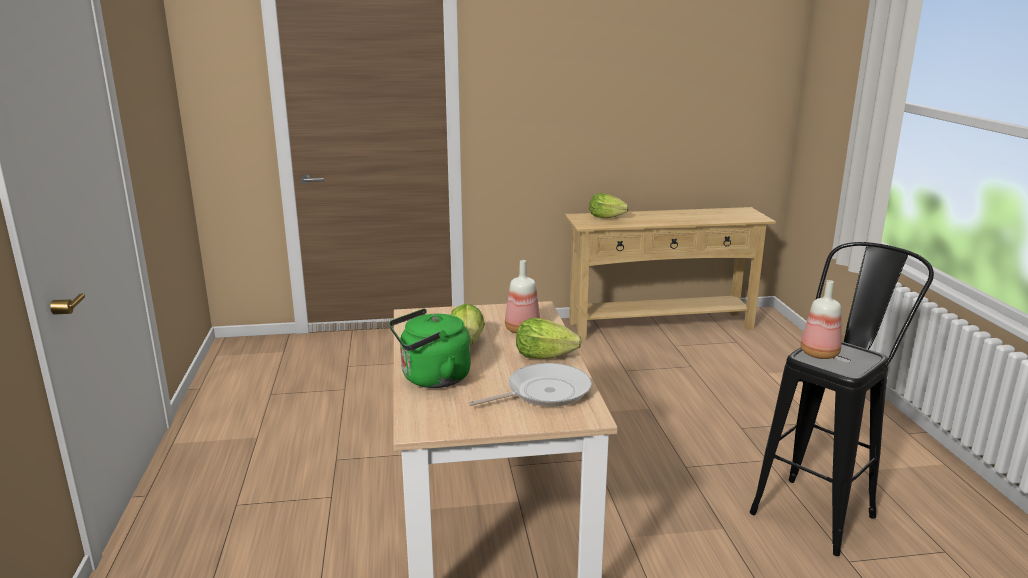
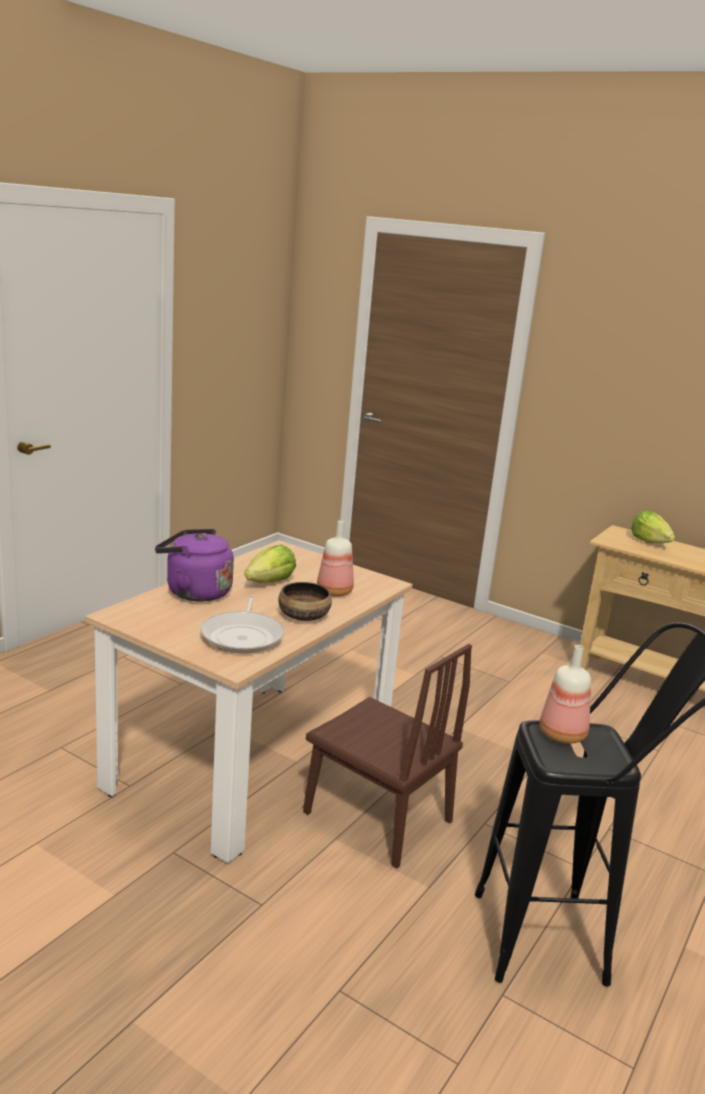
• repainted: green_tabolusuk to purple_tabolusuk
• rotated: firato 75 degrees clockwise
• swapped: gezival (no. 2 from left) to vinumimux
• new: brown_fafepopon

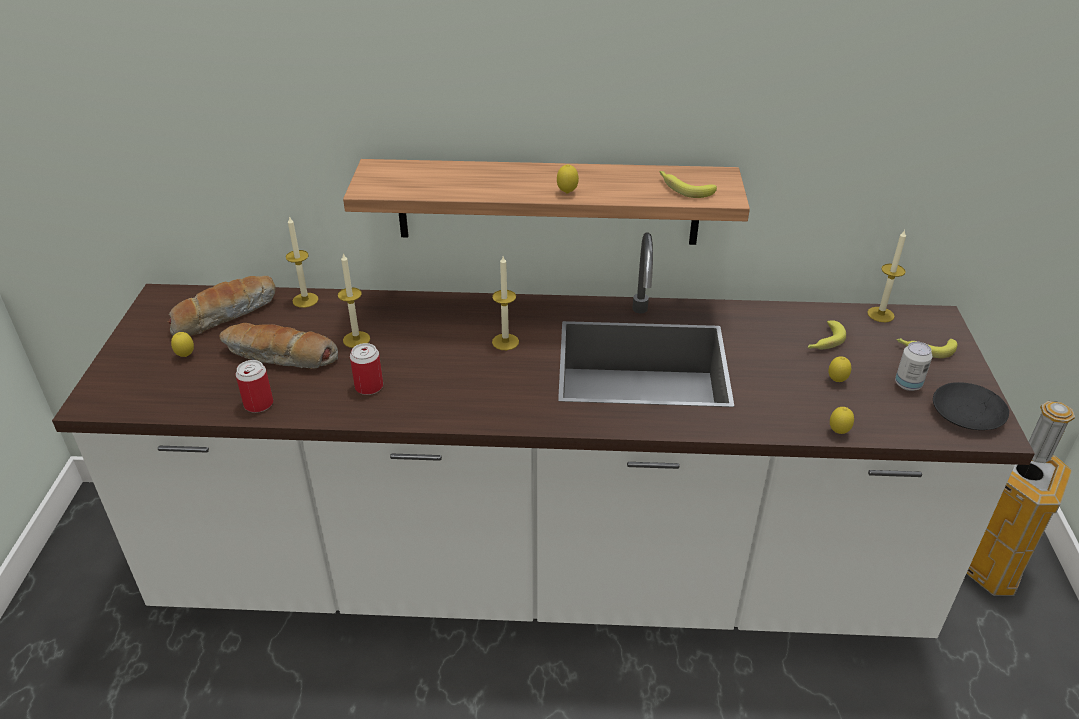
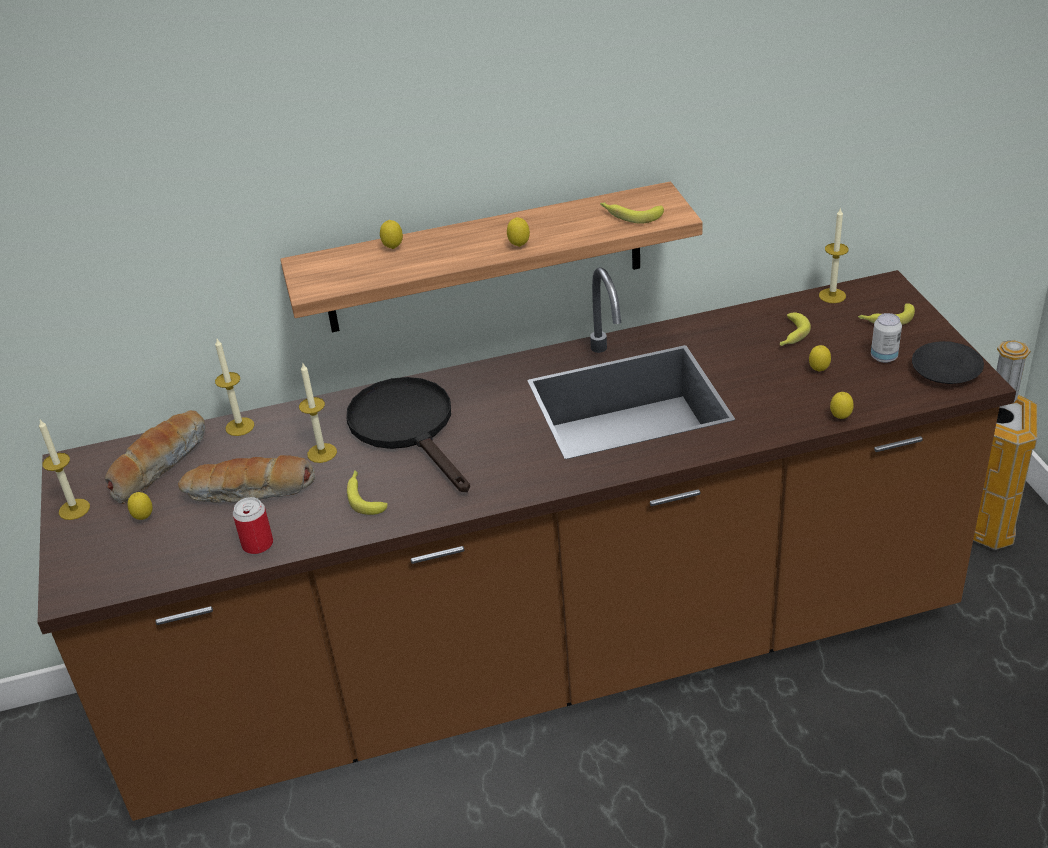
• repainted: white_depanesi to brown_depanesi
• swapped: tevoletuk (no. 2 from left) to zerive (no. 1 from left)
• shifted: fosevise (no. 3 from left in the first image) to fosevise (no. 1 from left)
• new: black_firato
• new: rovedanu (no. 2 from left)

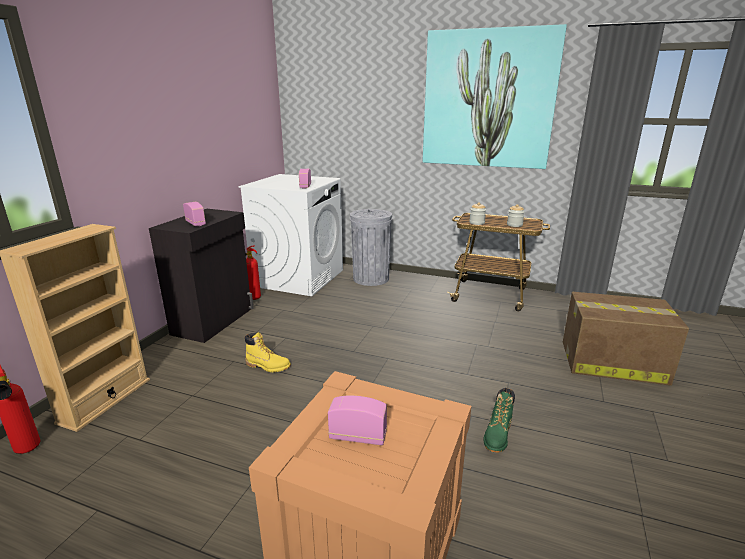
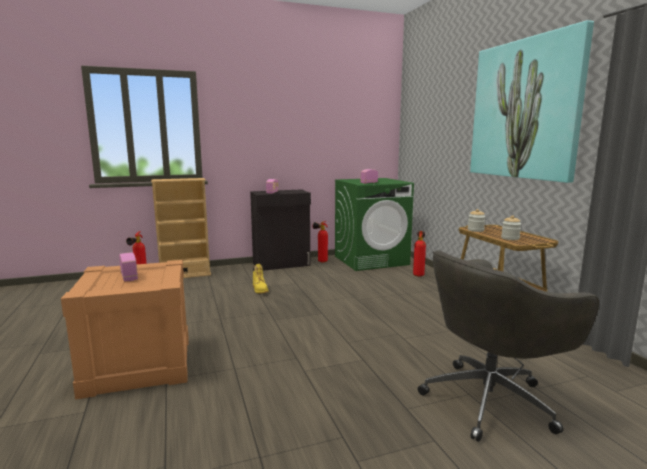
• repainted: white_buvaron to green_buvaron
• swapped: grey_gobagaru to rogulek (no. 3 from left)
• gone: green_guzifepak
• swapped: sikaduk to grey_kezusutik

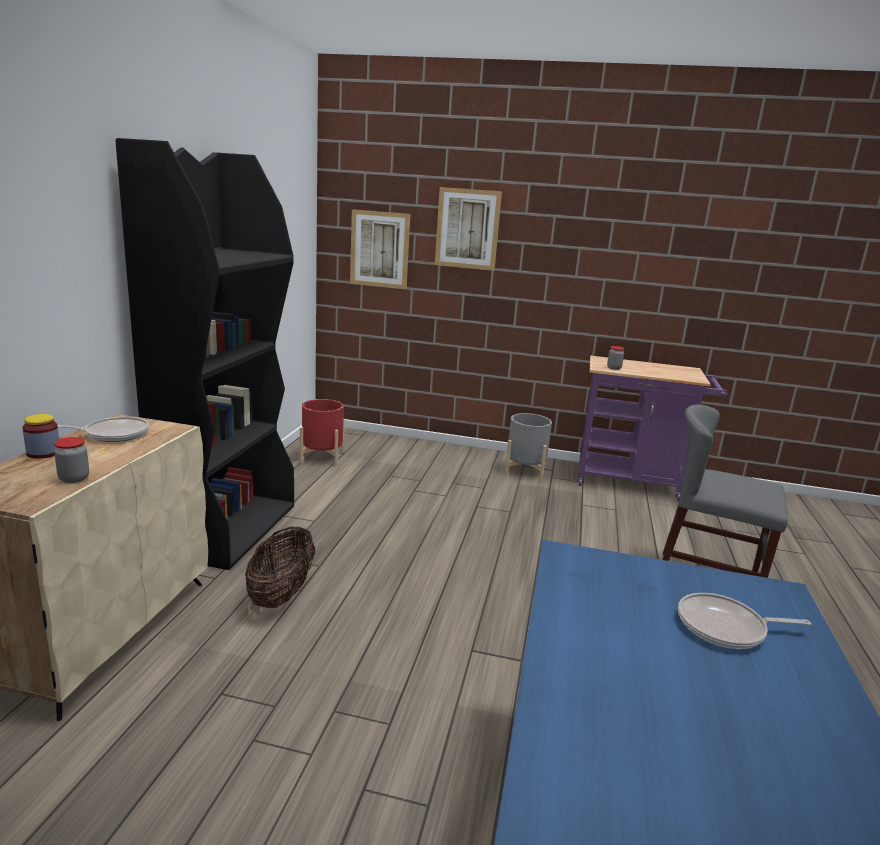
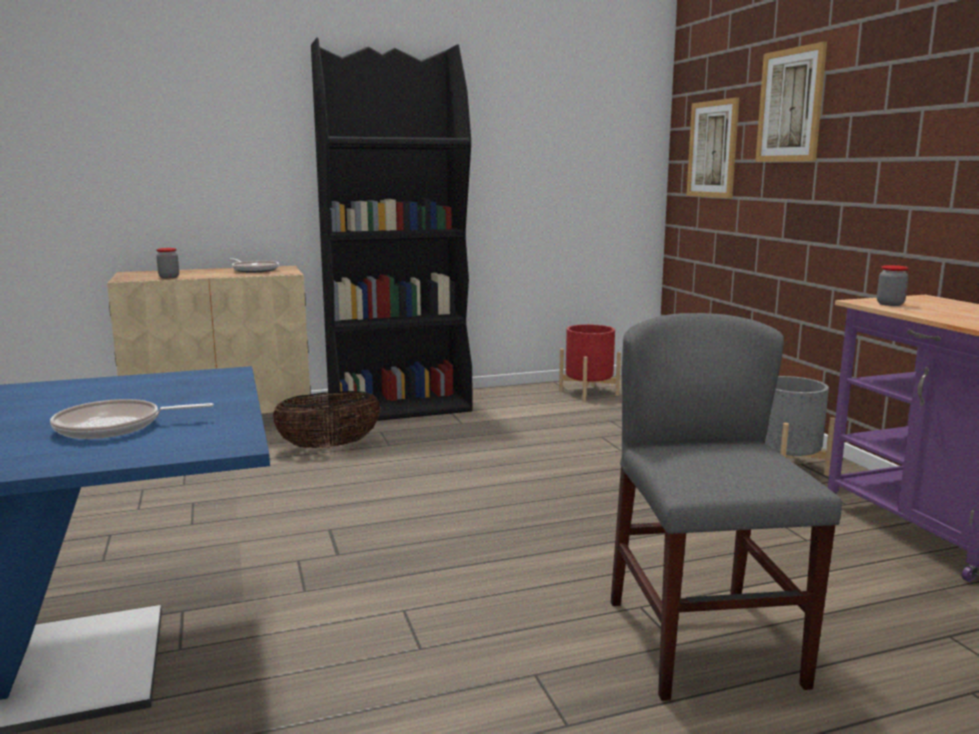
• gone: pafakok (no. 1 from left)
• rotated: firato (no. 2 from left in the first image) 75 degrees counterclockwise

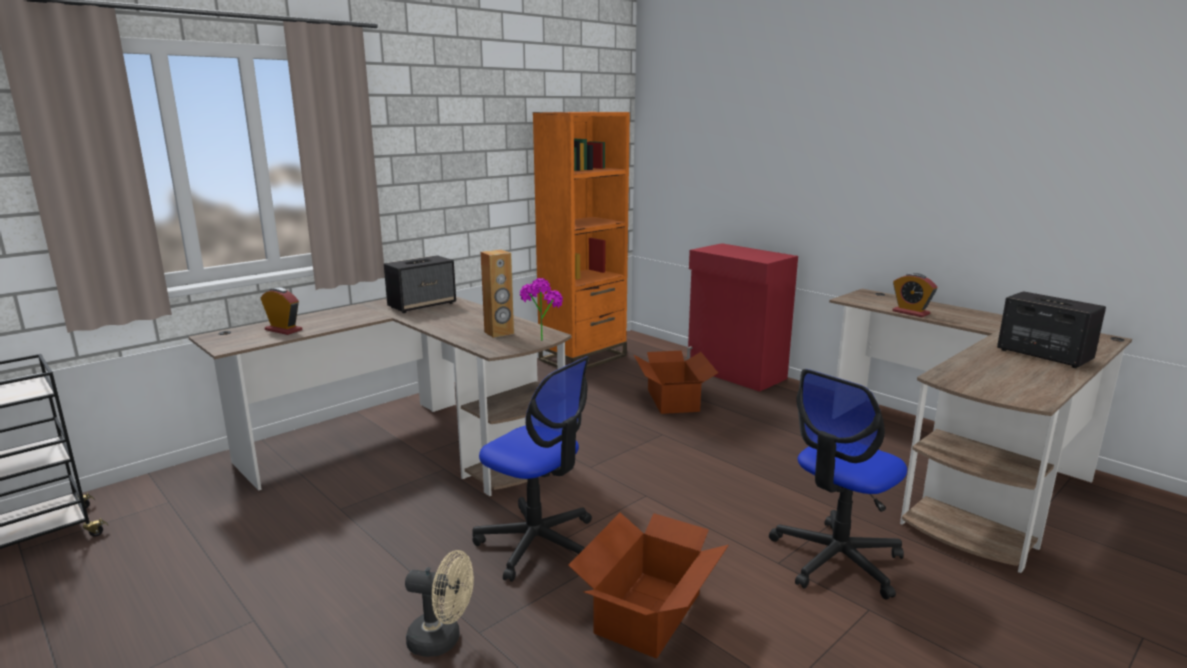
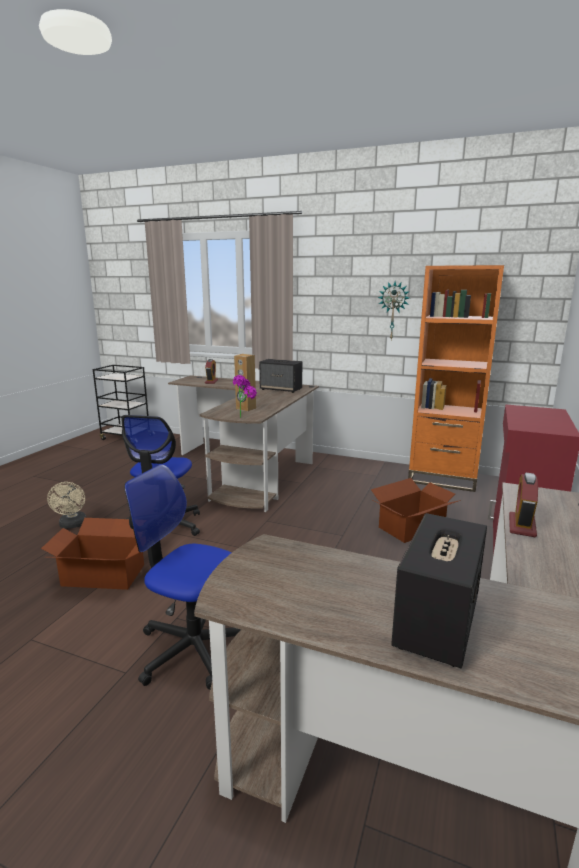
• new: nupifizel

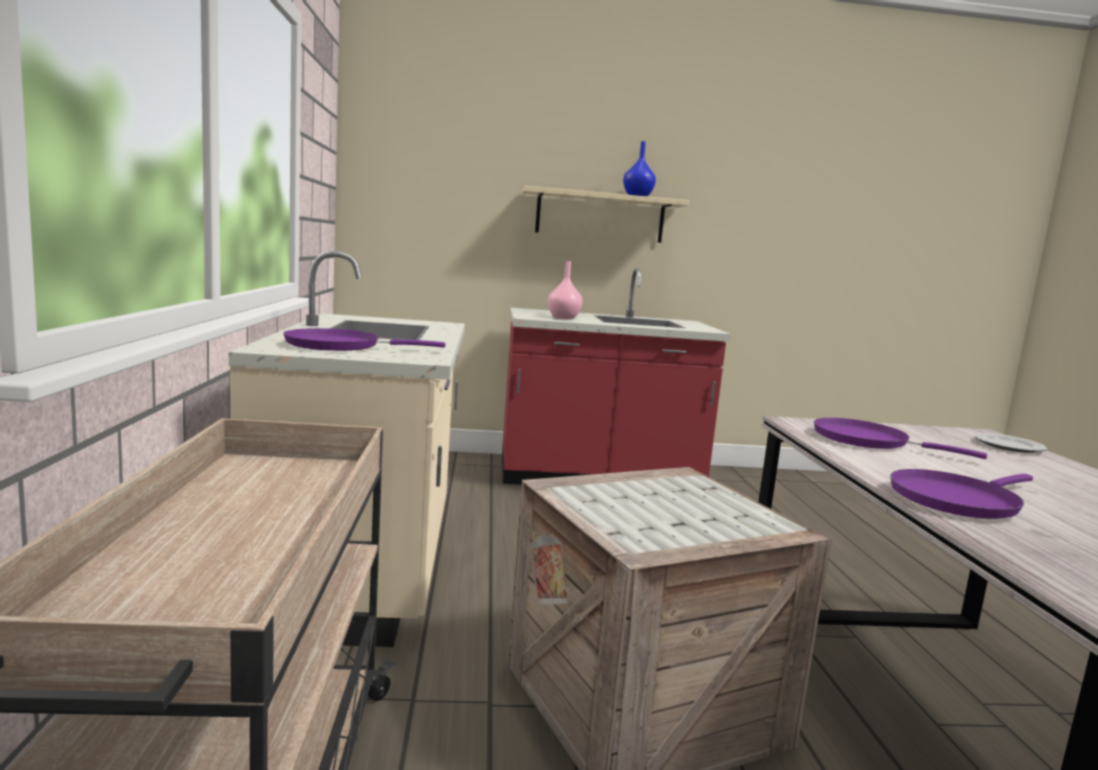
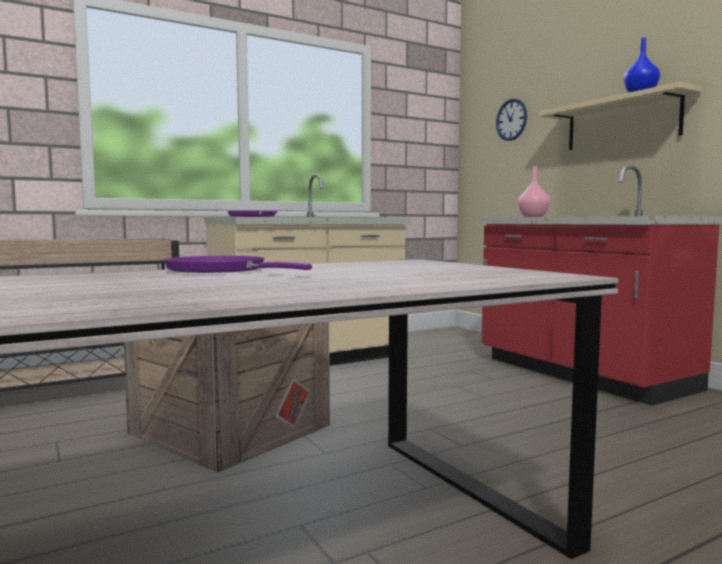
• gone: purple_firato (no. 2 from left)
• gone: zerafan
• new: nupifizel

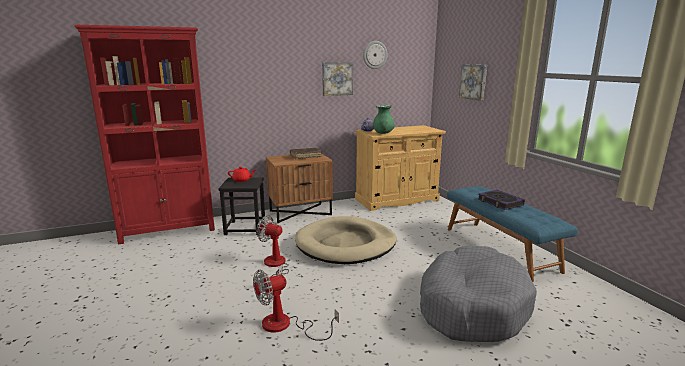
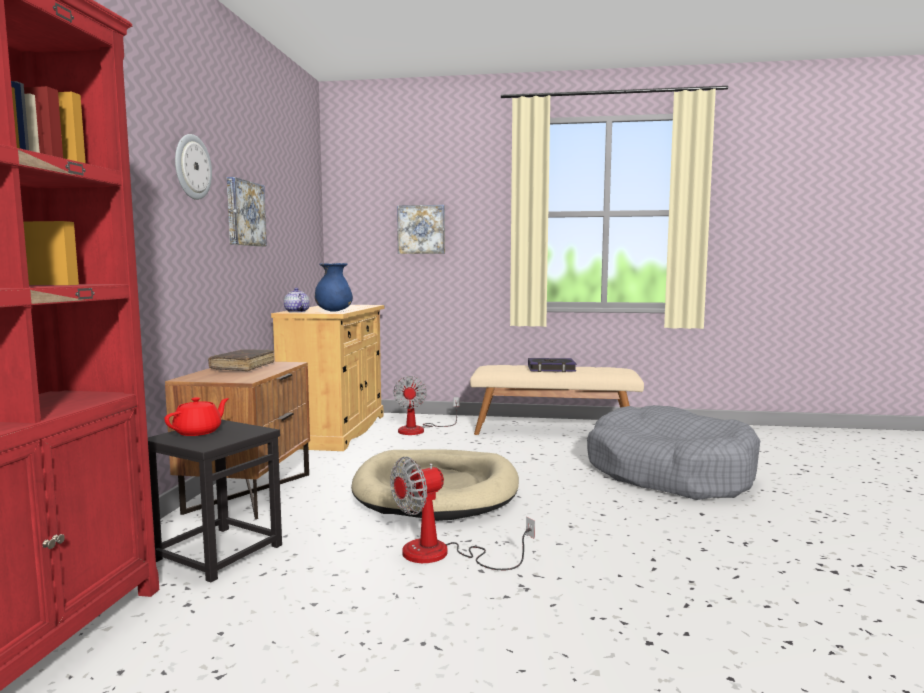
• shifted: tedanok (no. 2 from left in the first image) to tedanok (no. 1 from left)
• shifted: nupifizel
• repainted: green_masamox to blue_masamox
• repainted: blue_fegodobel to beige_fegodobel

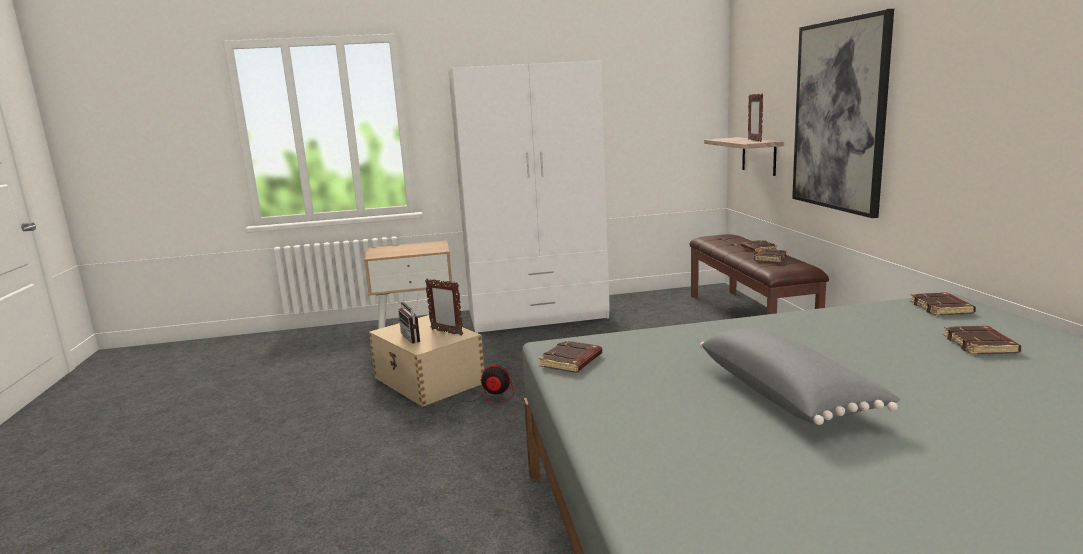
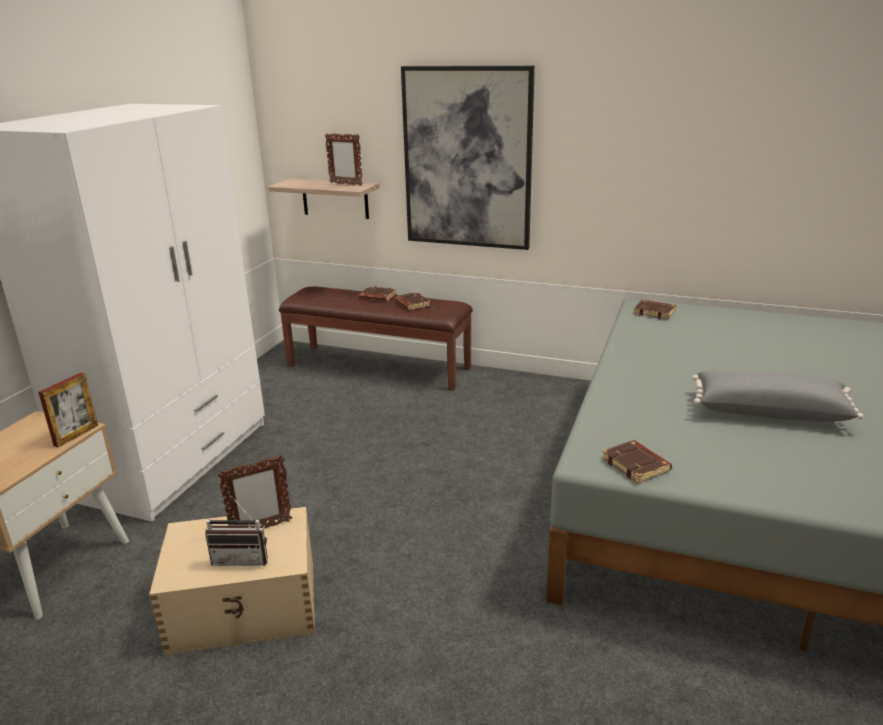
• gone: tedanok
• gone: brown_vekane (no. 5 from left)
• new: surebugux (no. 1 from left)

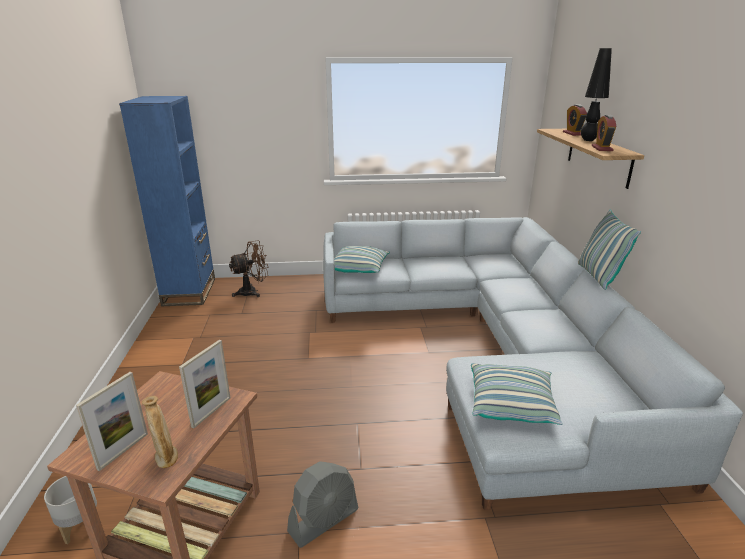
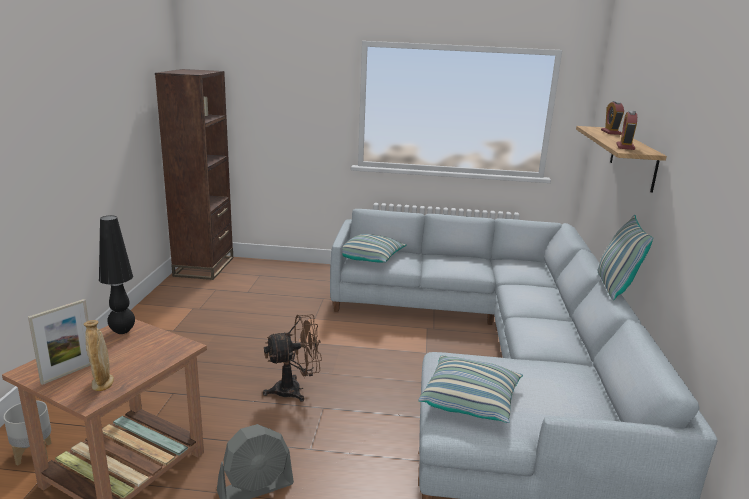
• repainted: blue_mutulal to brown_mutulal
• gone: surebugux (no. 2 from left)
• shifted: brown_tedanok
• shifted: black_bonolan

